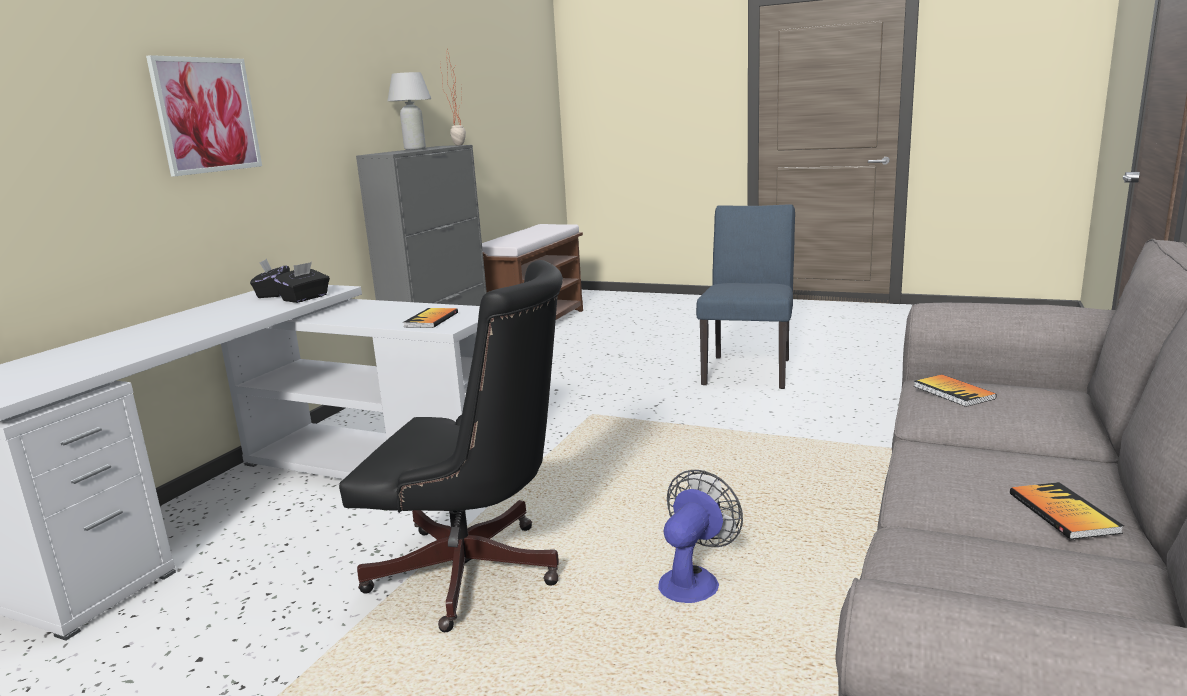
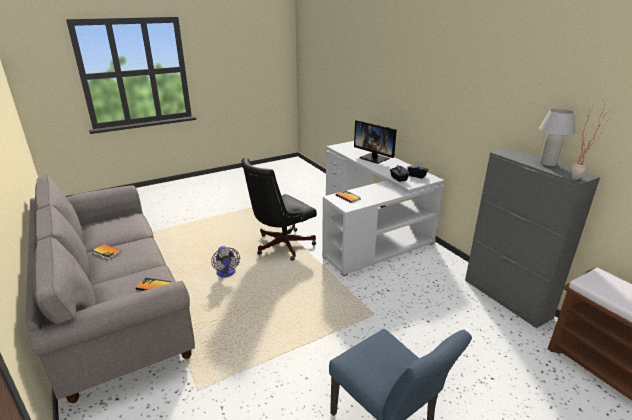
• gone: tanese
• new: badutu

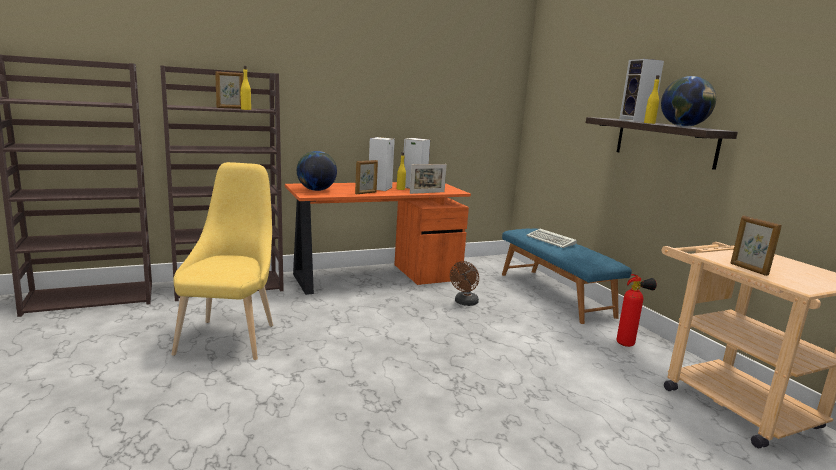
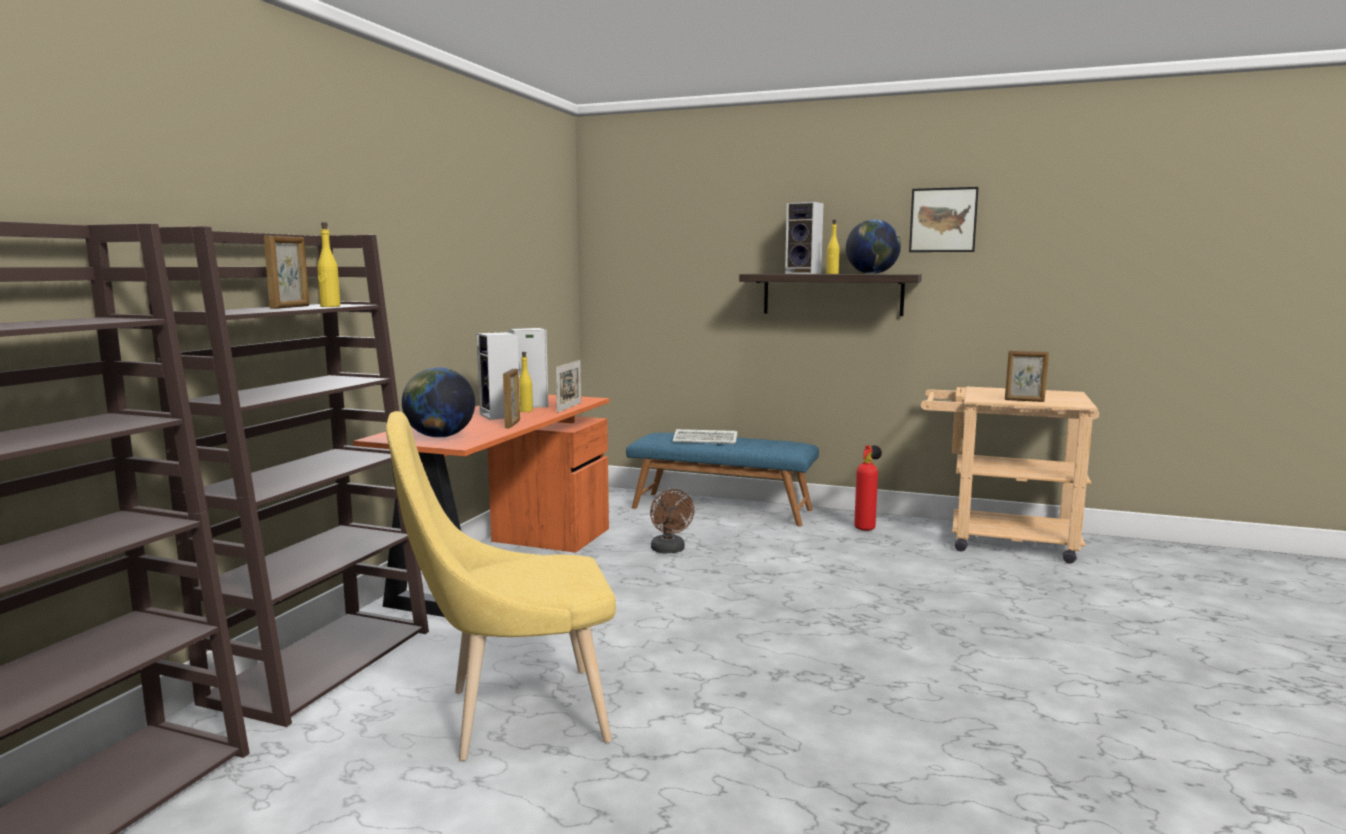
• rotated: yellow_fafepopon 60 degrees counterclockwise
• new: tanese

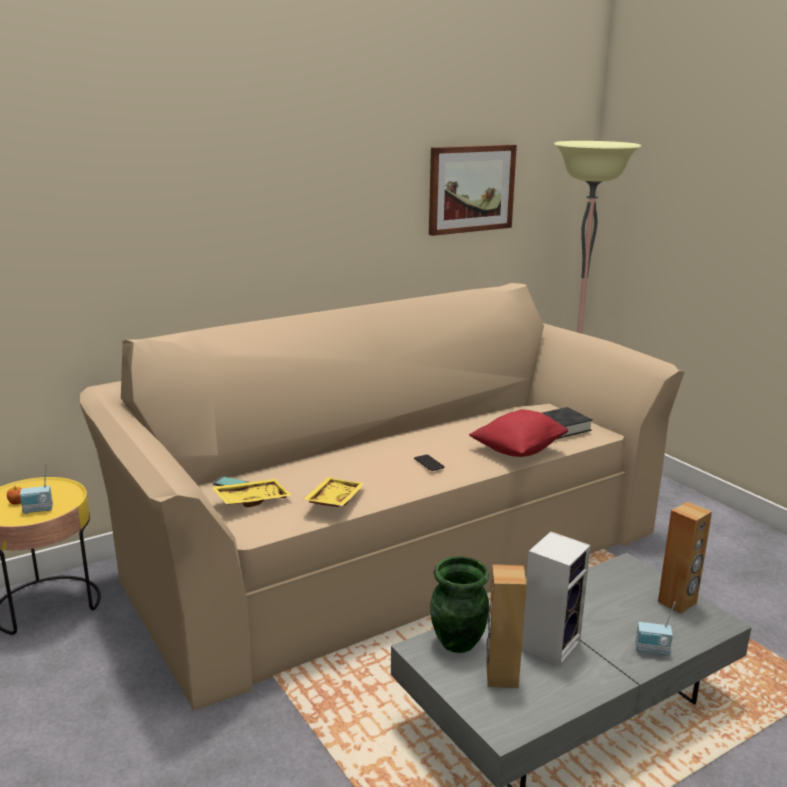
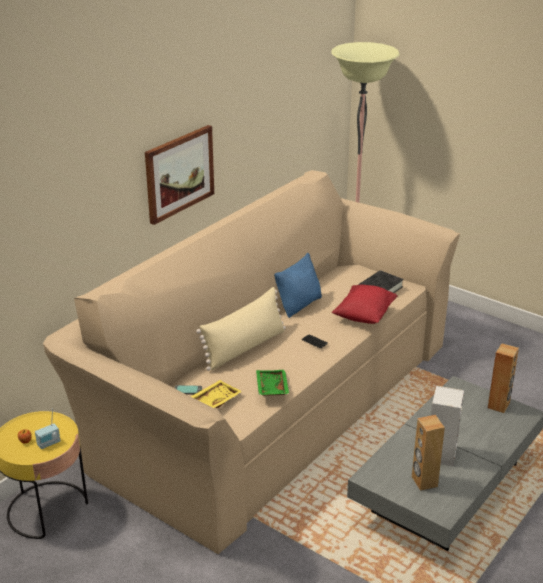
• repainted: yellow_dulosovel (no. 2 from left) to green_dulosovel
• shifted: tanese
• gone: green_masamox
• gone: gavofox (no. 2 from left)
• new: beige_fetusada
• new: blue_fetusada

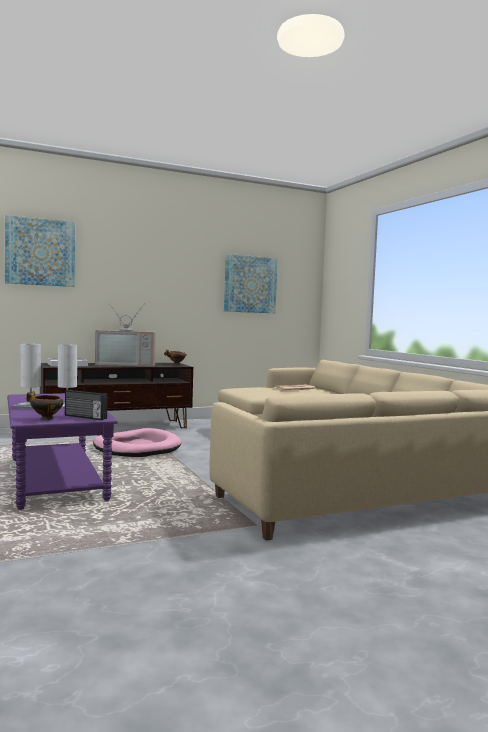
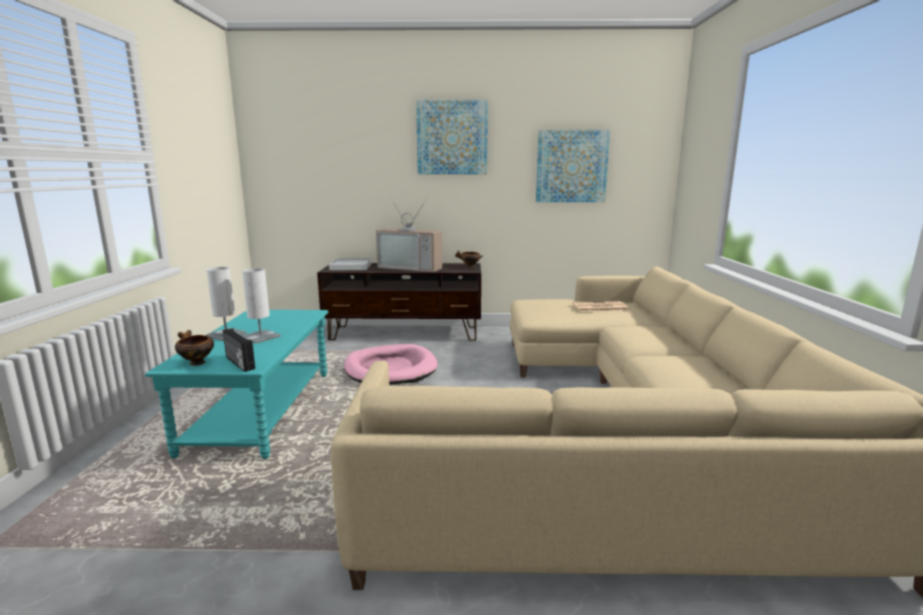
• shifted: tanese (no. 1 from left)
• repainted: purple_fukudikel to turquoise_fukudikel

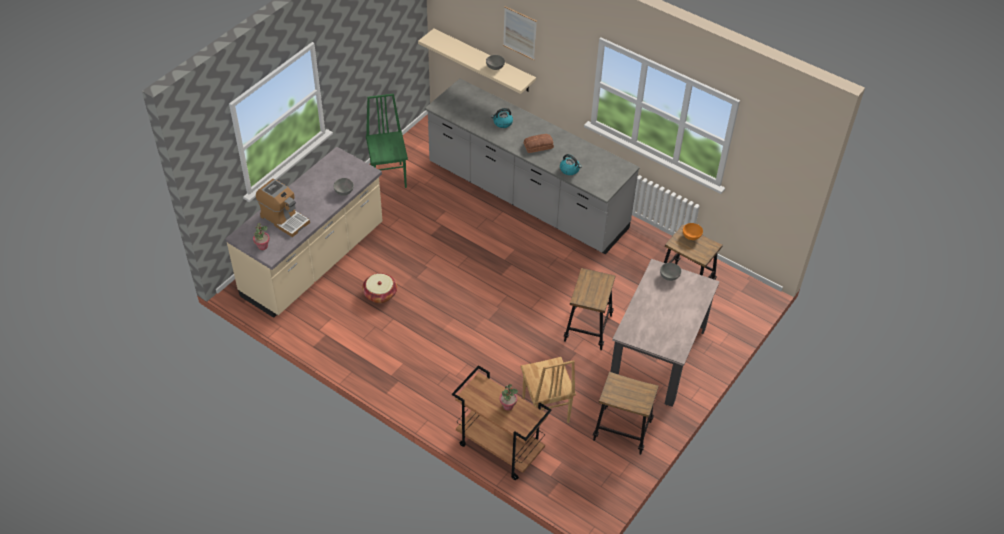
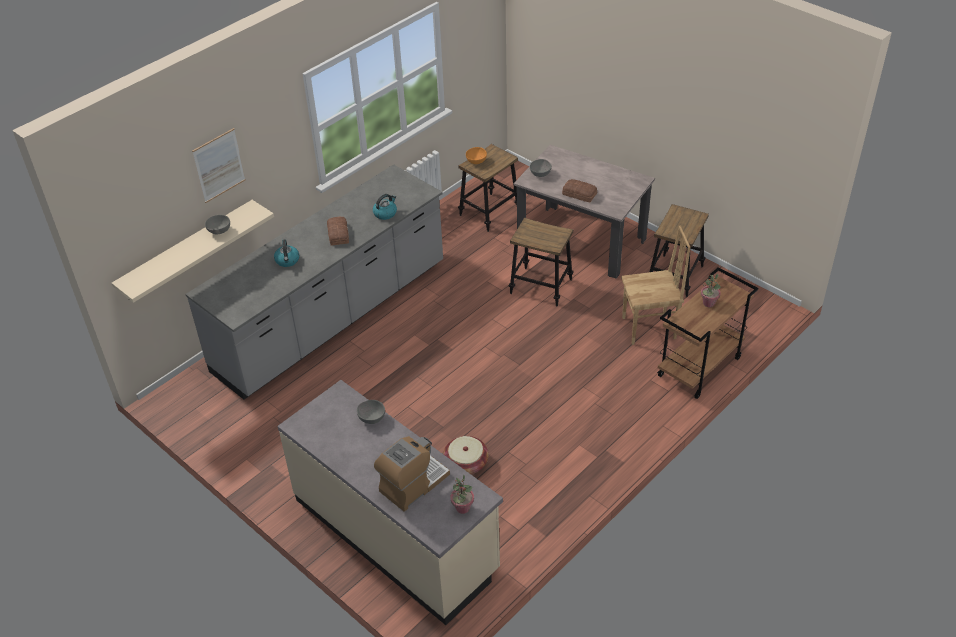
• gone: green_fafepopon
• new: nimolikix (no. 2 from left)

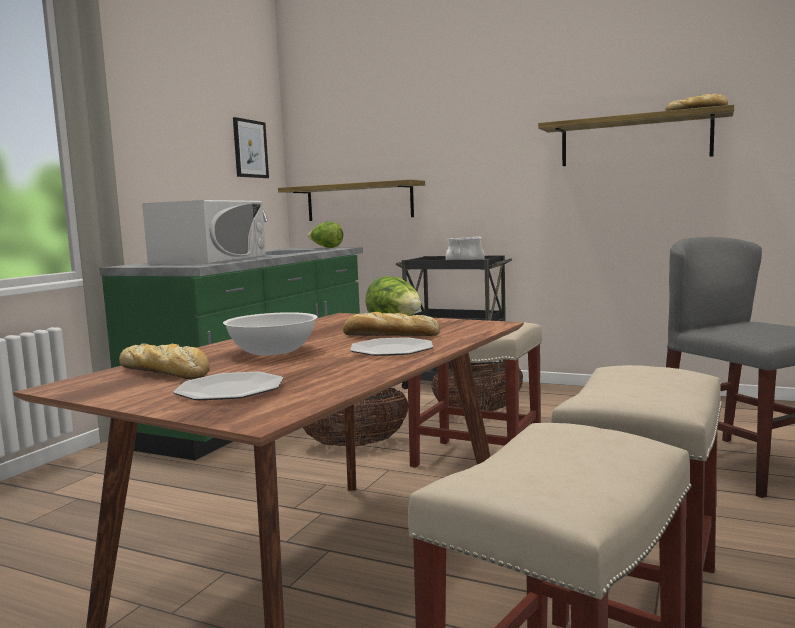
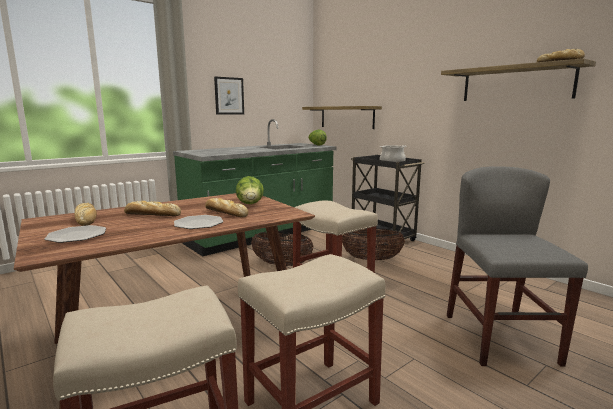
• gone: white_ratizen
• swapped: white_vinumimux to nimolikix (no. 2 from left)
• shifted: tanese

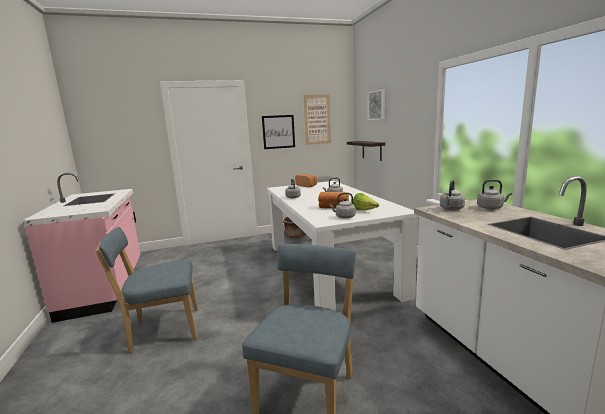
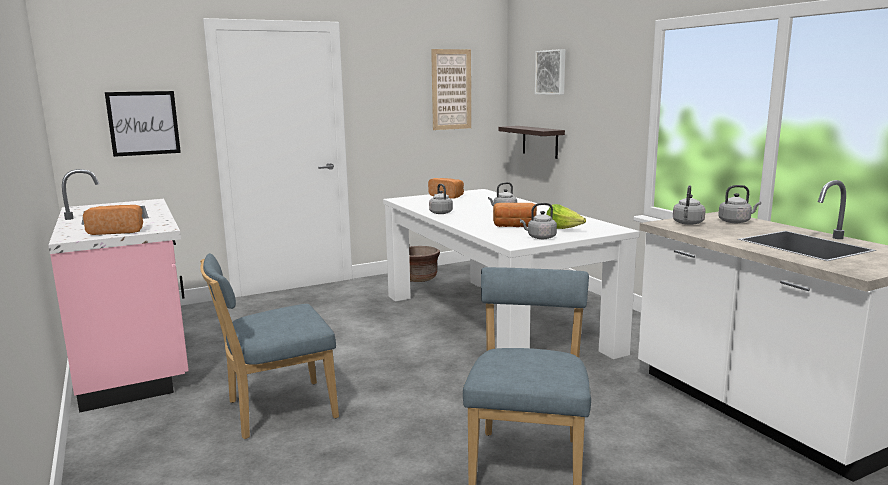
• shifted: tanese (no. 1 from left)
• new: nimolikix (no. 1 from left)

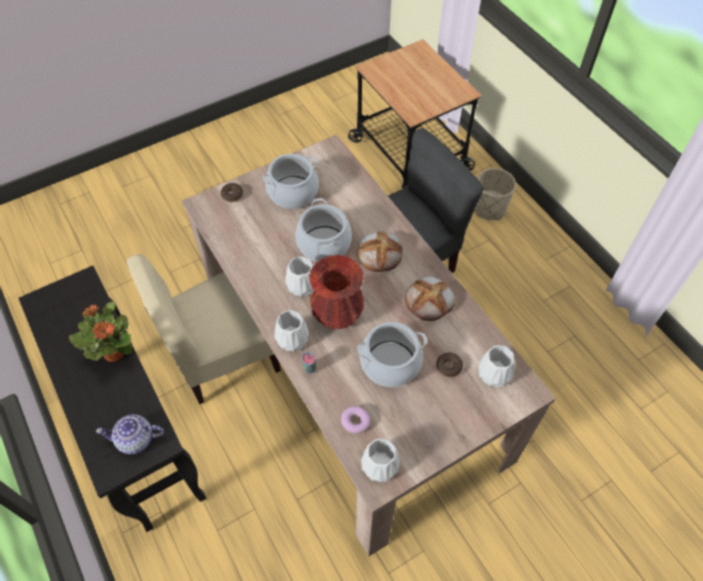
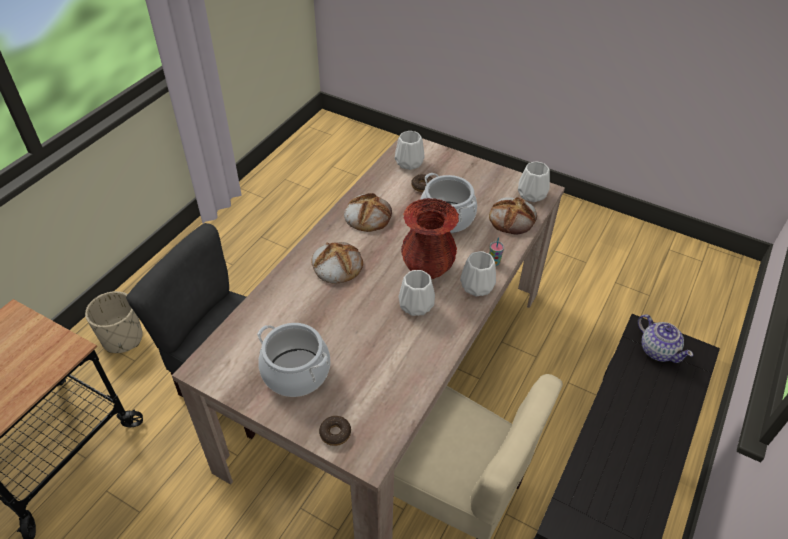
• gone: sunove
• gone: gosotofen (no. 2 from left)
• swapped: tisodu (no. 2 from left) to nimolikix (no. 3 from left)

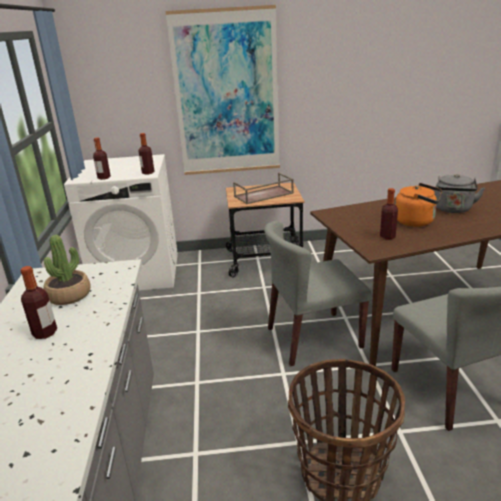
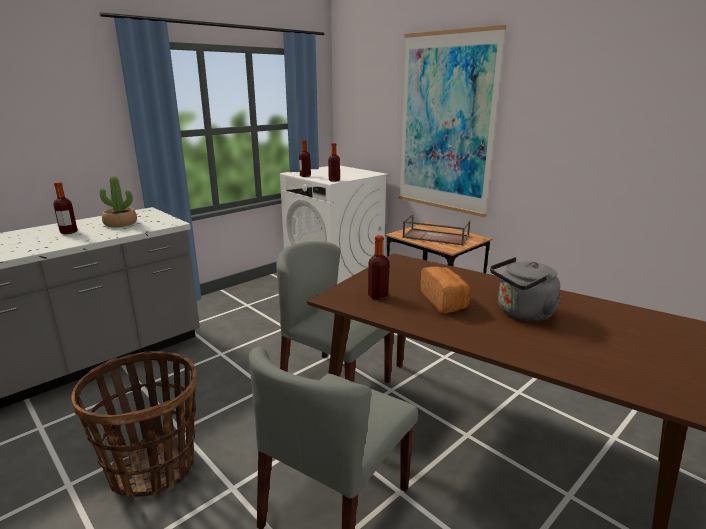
• swapped: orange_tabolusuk to nimolikix

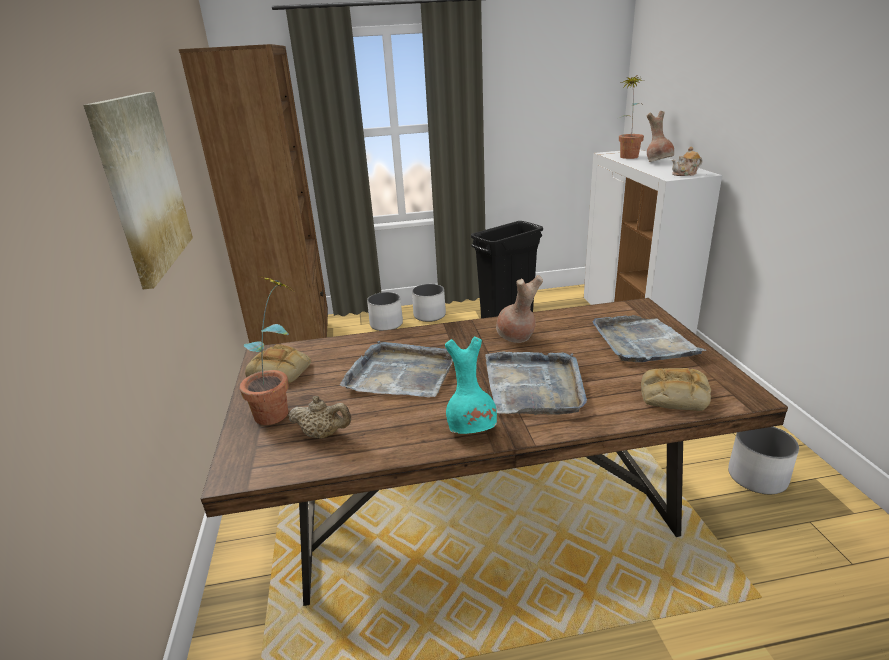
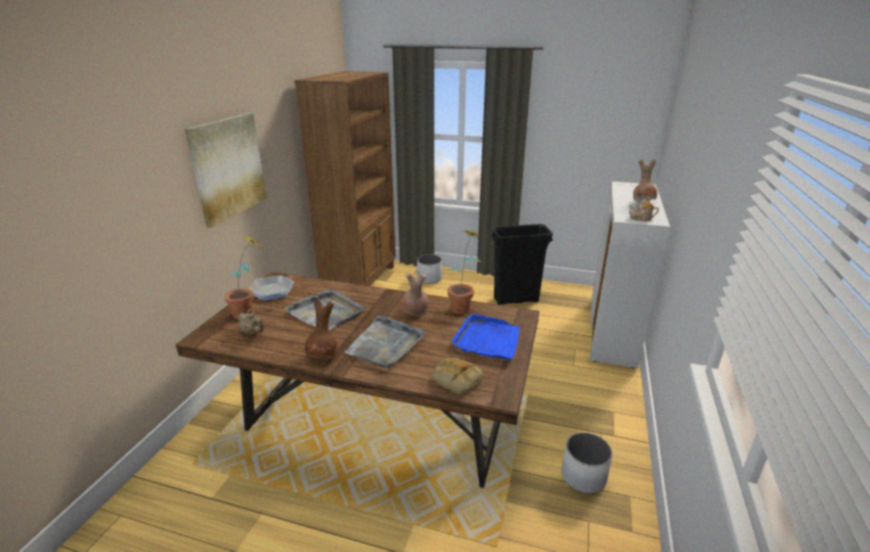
• swapped: nimolikix (no. 1 from left) to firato
• gone: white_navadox (no. 2 from left)
• repainted: turquoise_masamox to brown_masamox (no. 1 from left)
• repainted: grey_dulosovel (no. 3 from left) to blue_dulosovel
• shifted: sunove (no. 2 from left)

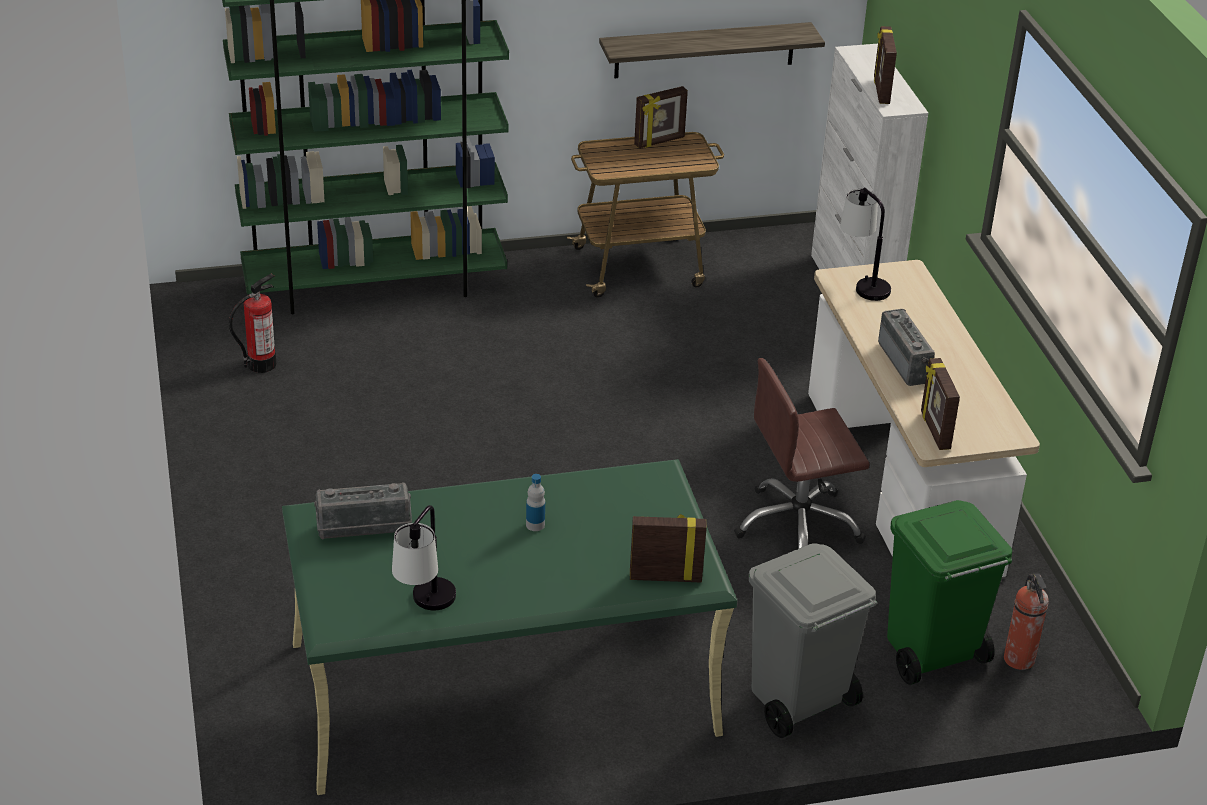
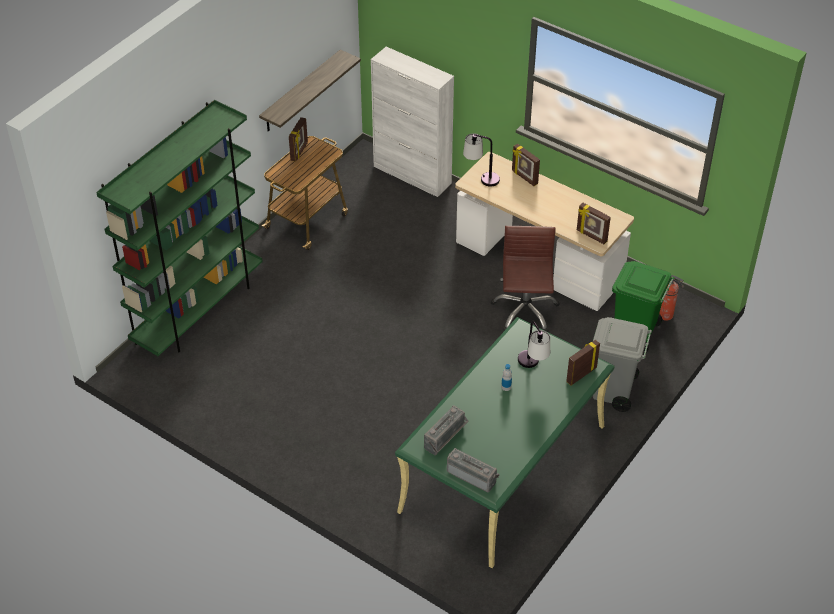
• gone: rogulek (no. 1 from left)
• shifted: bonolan (no. 1 from left in the first image) to bonolan (no. 2 from left)
• rotated: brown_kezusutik 150 degrees clockwise
• shifted: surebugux (no. 3 from left in the first image) to surebugux (no. 2 from left)
• shifted: gavofox (no. 2 from left)

